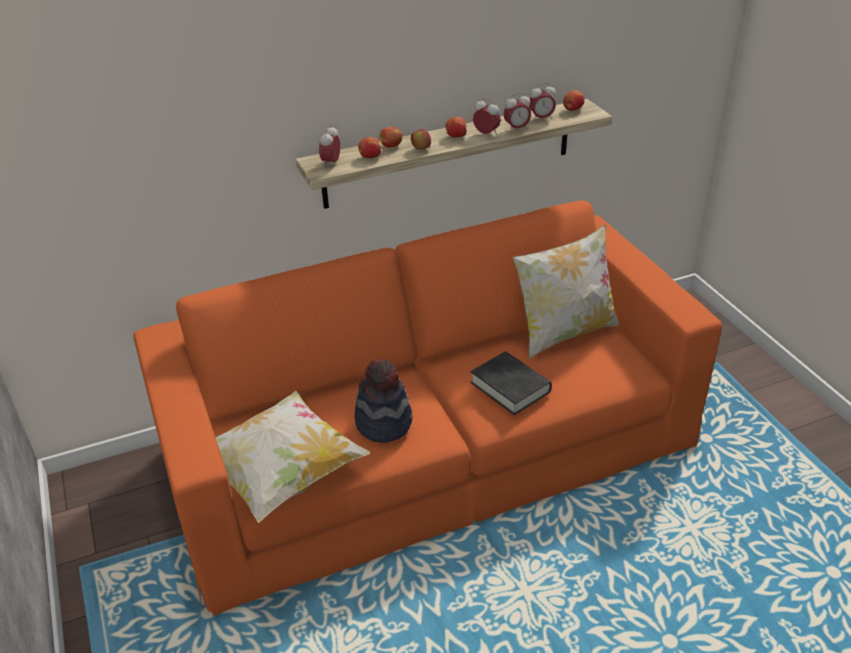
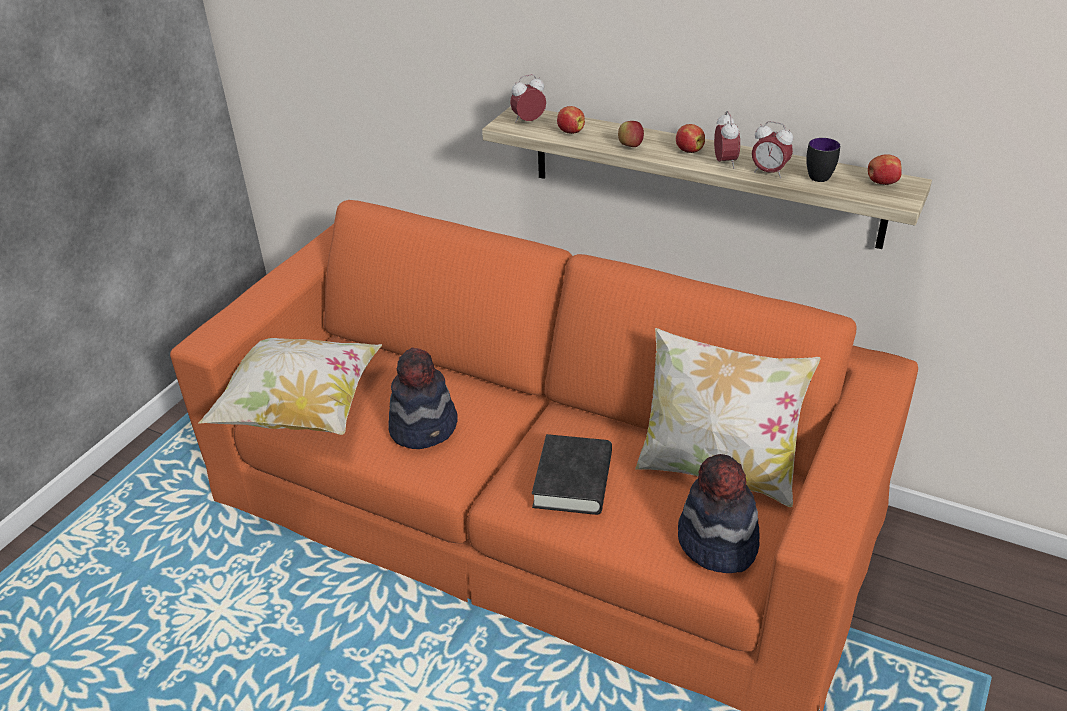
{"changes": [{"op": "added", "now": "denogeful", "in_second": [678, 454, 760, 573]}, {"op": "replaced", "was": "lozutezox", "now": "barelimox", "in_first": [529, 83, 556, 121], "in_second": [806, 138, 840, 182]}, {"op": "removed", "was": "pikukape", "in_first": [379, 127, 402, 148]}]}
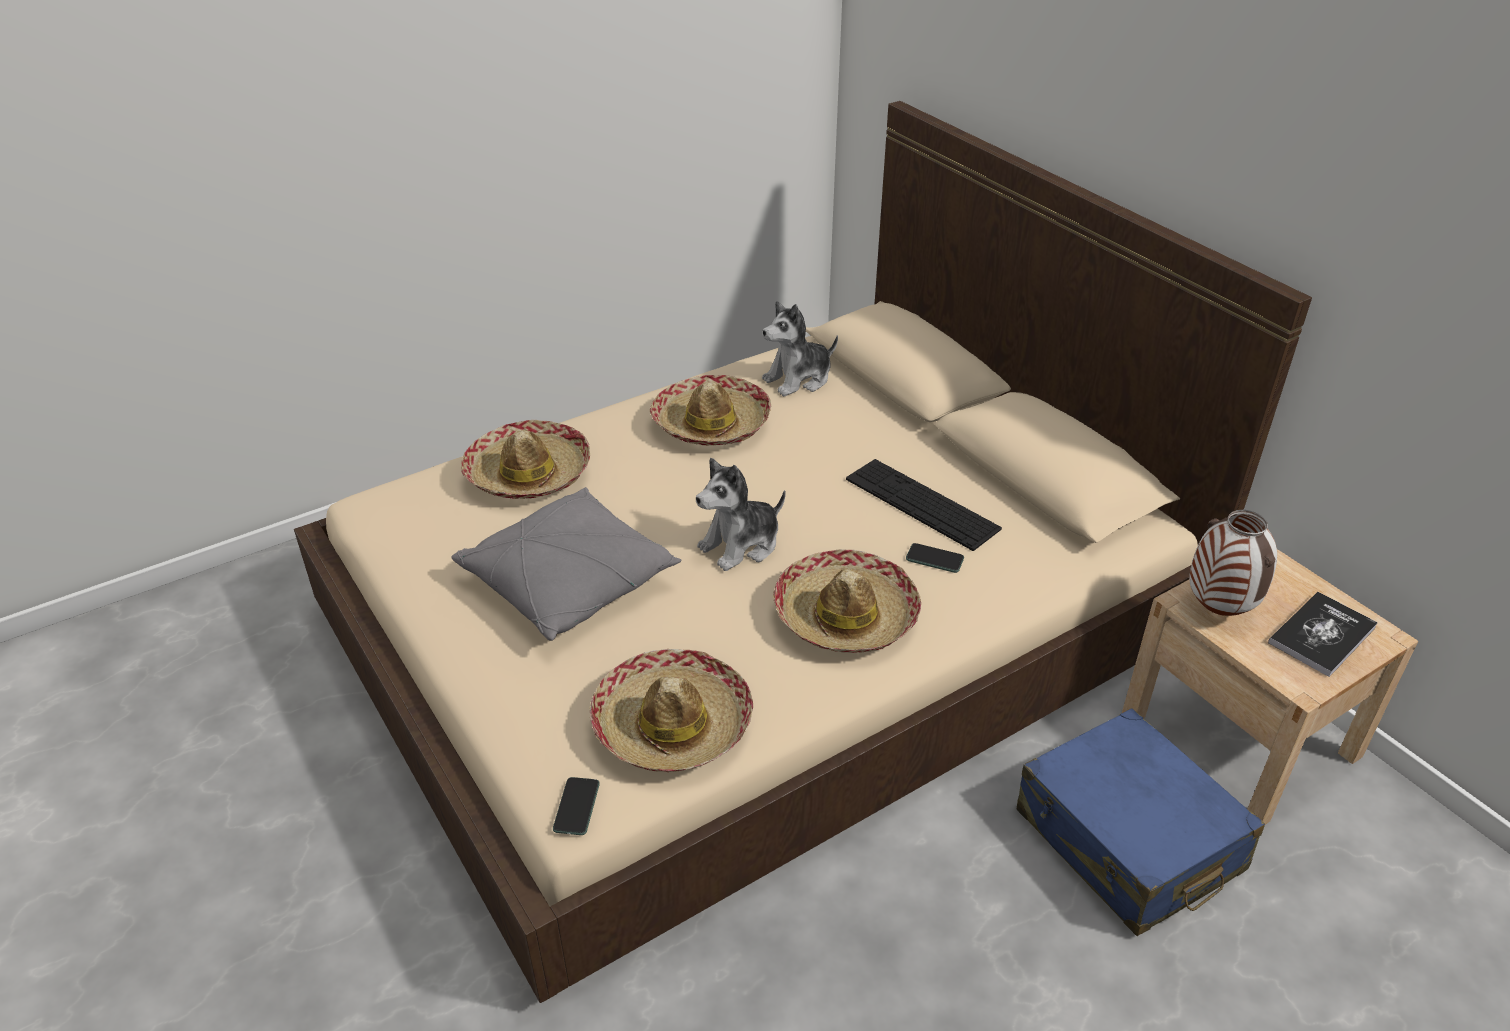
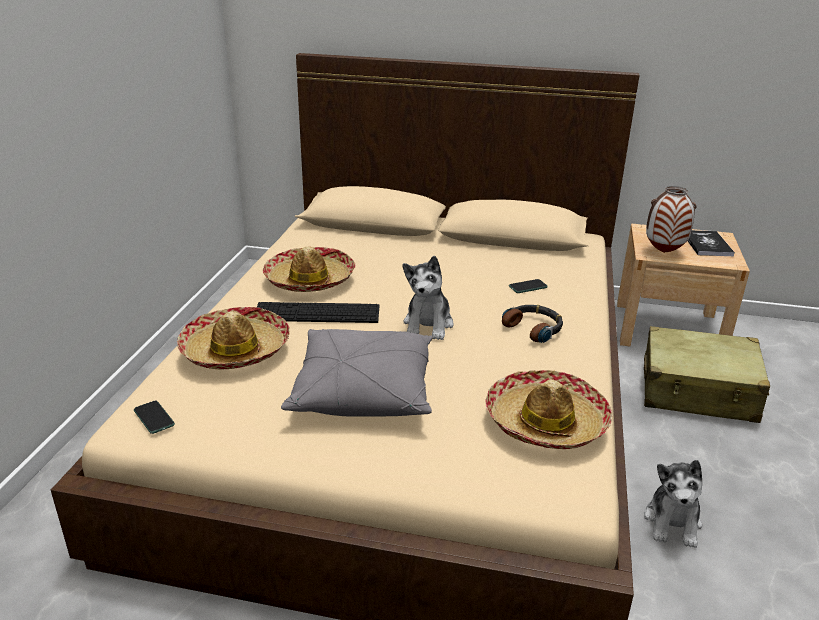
{"changes": [{"op": "moved", "was": "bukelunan", "in_first": [553, 777, 600, 835], "in_second": [134, 401, 175, 434]}, {"op": "moved", "was": "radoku", "in_first": [846, 459, 1002, 551], "in_second": [257, 302, 380, 323]}, {"op": "replaced", "was": "denogeful", "now": "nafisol", "in_first": [773, 549, 921, 653], "in_second": [502, 305, 563, 343]}, {"op": "recoloured", "was": "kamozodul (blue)", "now": "kamozodul (beige)", "in_first": [1017, 708, 1265, 936], "in_second": [644, 326, 770, 423]}, {"op": "moved", "was": "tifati", "in_first": [762, 301, 838, 396], "in_second": [644, 460, 702, 548]}]}
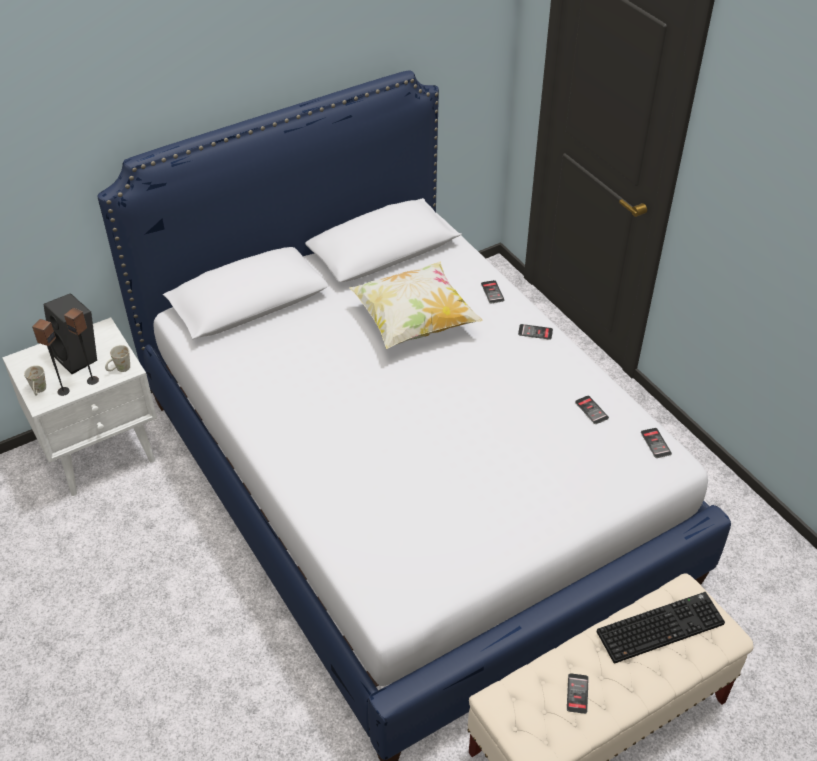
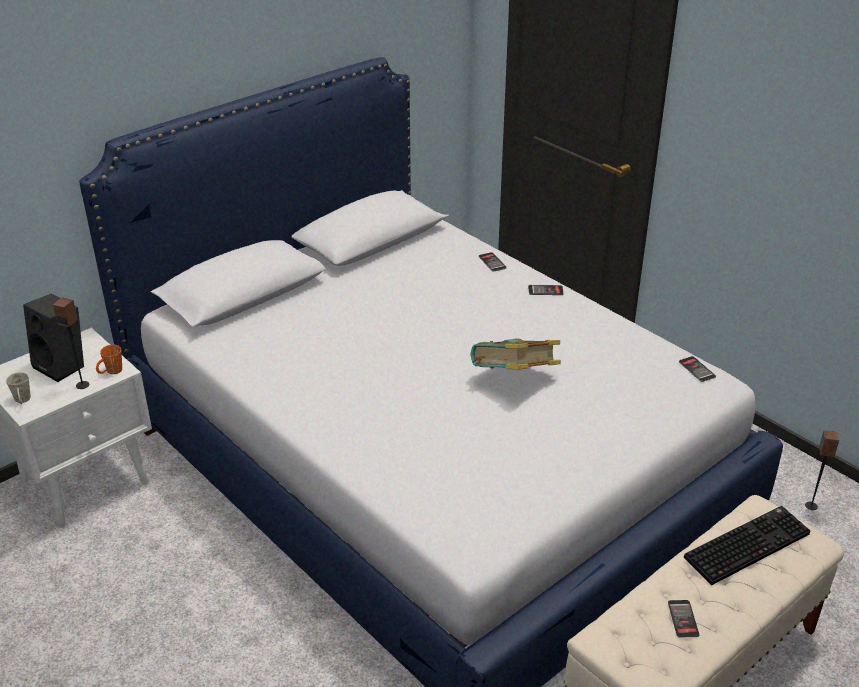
{"changes": [{"op": "recoloured", "was": "barelimox (white)", "now": "barelimox (orange)", "in_first": [105, 345, 130, 372], "in_second": [96, 345, 122, 374]}, {"op": "added", "now": "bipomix", "in_second": [471, 339, 561, 370]}, {"op": "moved", "was": "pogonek", "in_first": [32, 319, 70, 396], "in_second": [805, 430, 839, 510]}, {"op": "removed", "was": "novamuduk", "in_first": [349, 261, 483, 349]}, {"op": "removed", "was": "bukelunan", "in_first": [575, 396, 609, 424]}]}
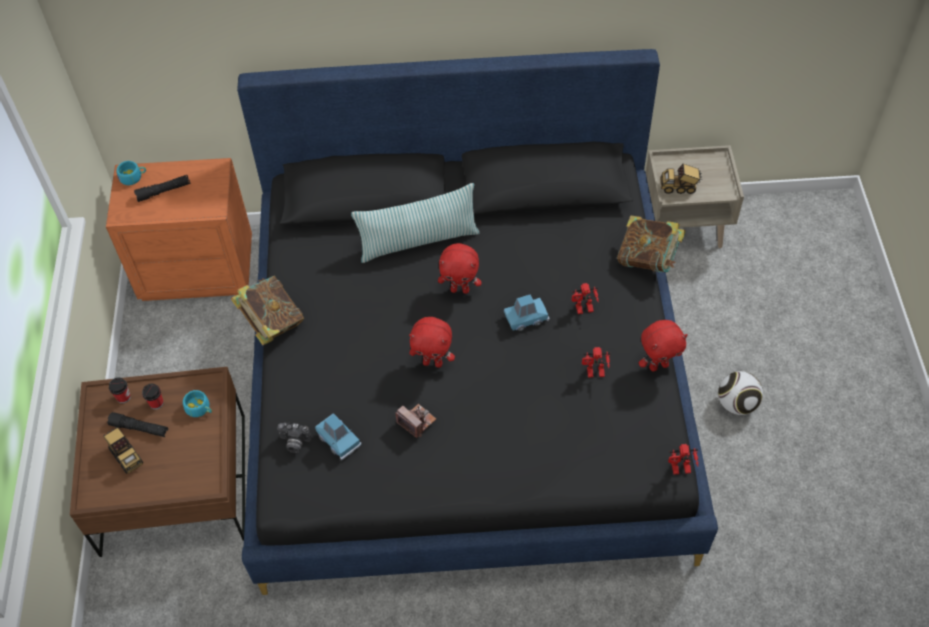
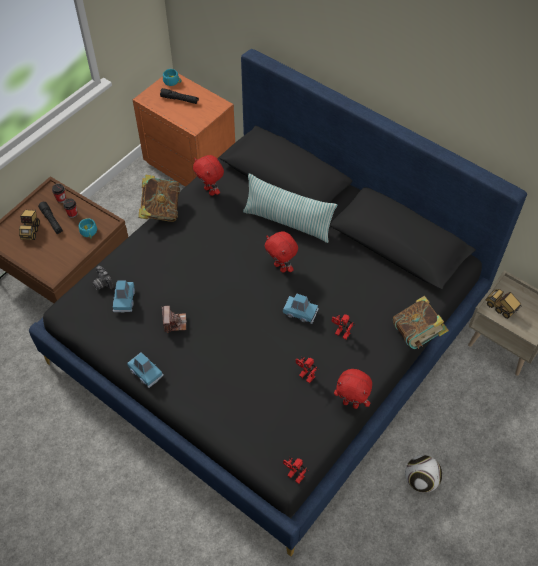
{"changes": [{"op": "added", "now": "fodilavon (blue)", "in_second": [127, 352, 163, 388]}, {"op": "moved", "was": "tifati (red)", "in_first": [409, 317, 455, 368], "in_second": [193, 155, 224, 196]}]}
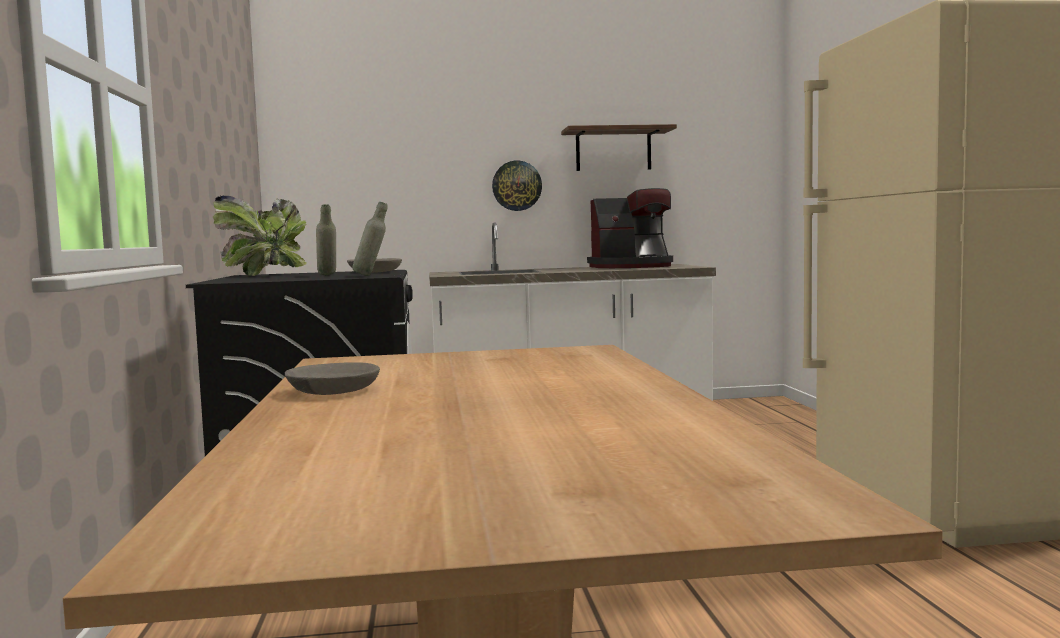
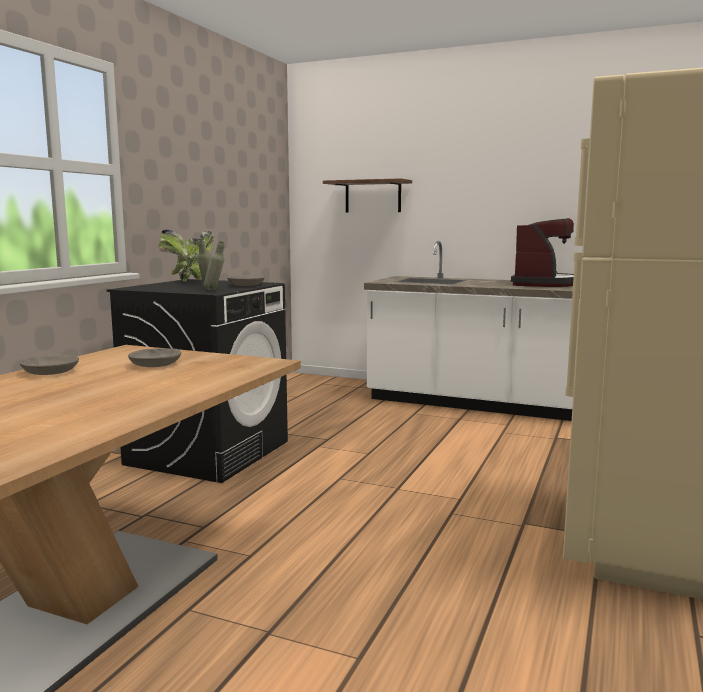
{"changes": [{"op": "added", "now": "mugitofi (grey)", "in_second": [128, 348, 181, 367]}, {"op": "moved", "was": "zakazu", "in_first": [561, 124, 677, 171], "in_second": [323, 178, 412, 212]}, {"op": "turned", "was": "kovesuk", "in_first": [587, 188, 673, 268], "in_second": [511, 218, 574, 287], "clockwise": -90}, {"op": "removed", "was": "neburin", "in_first": [492, 160, 542, 211]}]}
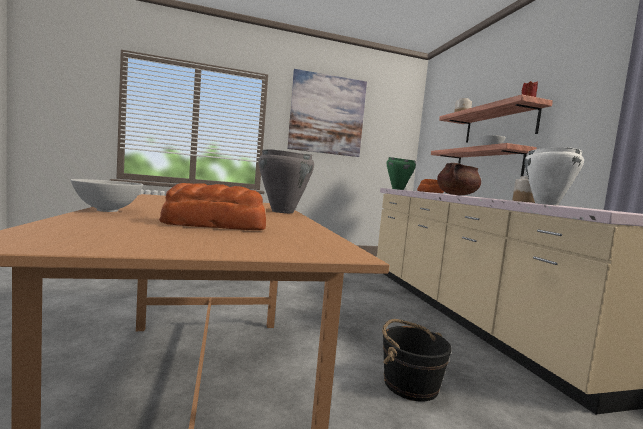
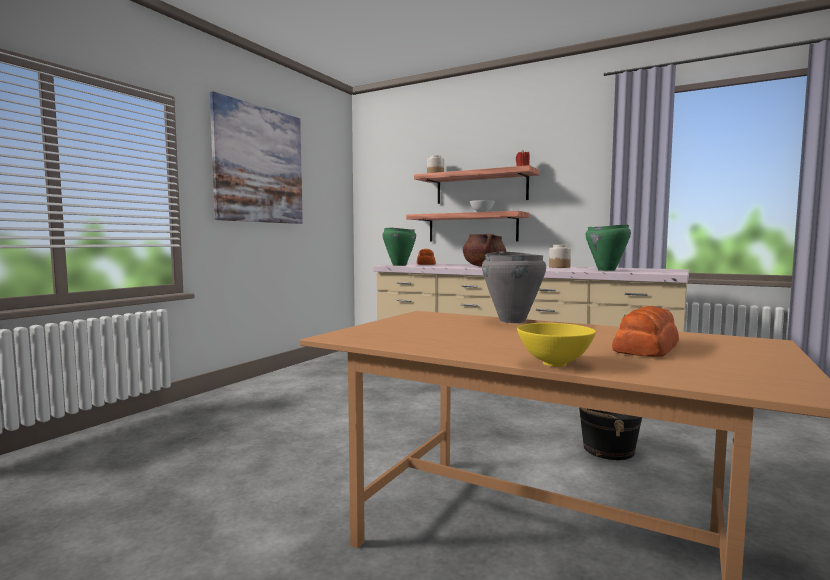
{"changes": [{"op": "recoloured", "was": "mugitofi (white)", "now": "mugitofi (yellow)", "in_first": [71, 179, 143, 212], "in_second": [517, 323, 596, 367]}, {"op": "recoloured", "was": "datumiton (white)", "now": "datumiton (green)", "in_first": [524, 147, 584, 206], "in_second": [586, 224, 631, 271]}]}
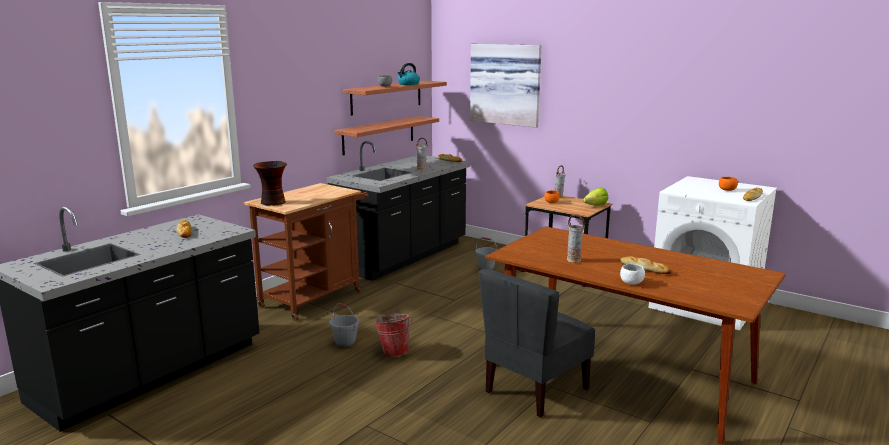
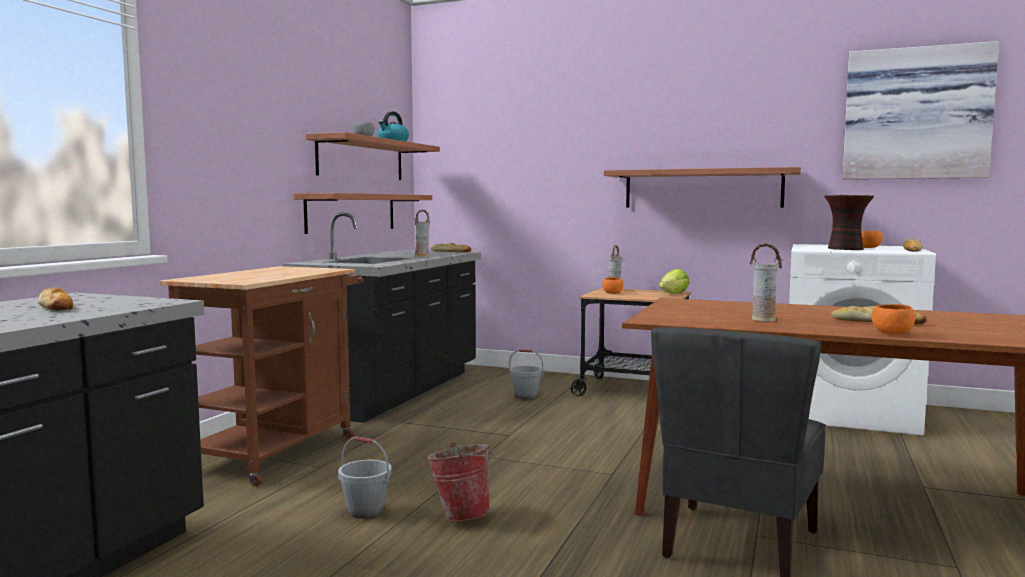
{"changes": [{"op": "added", "now": "zakazu", "in_second": [604, 167, 801, 208]}, {"op": "moved", "was": "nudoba", "in_first": [253, 161, 287, 206], "in_second": [824, 195, 874, 250]}, {"op": "moved", "was": "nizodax", "in_first": [470, 44, 541, 127], "in_second": [842, 41, 999, 179]}, {"op": "recoloured", "was": "mugitofi (white)", "now": "mugitofi (orange)", "in_first": [620, 264, 645, 285], "in_second": [872, 304, 915, 335]}]}
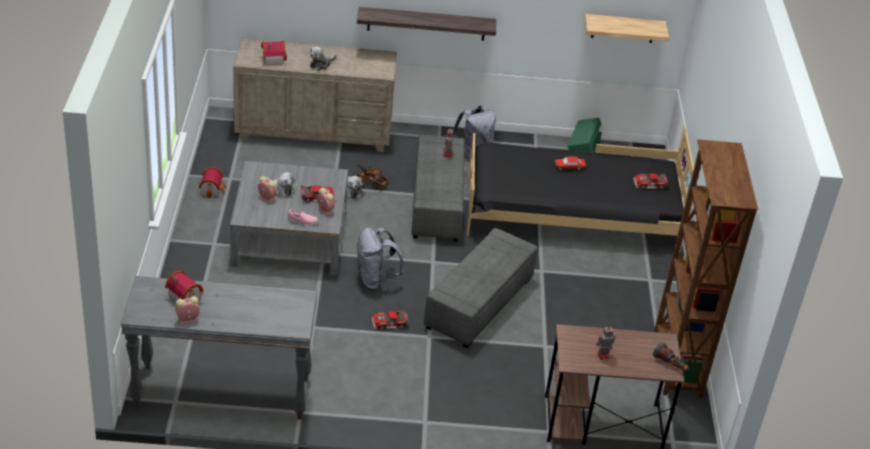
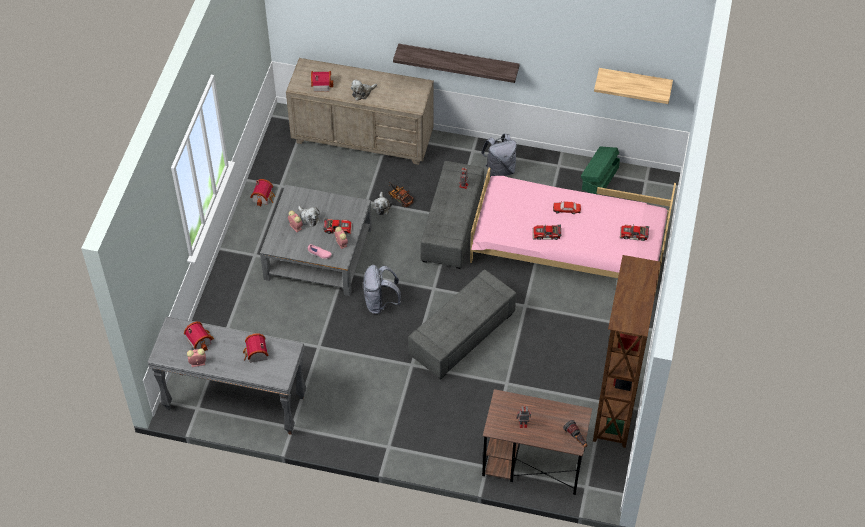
{"changes": [{"op": "added", "now": "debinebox", "in_second": [243, 334, 268, 363]}, {"op": "recoloured", "was": "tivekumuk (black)", "now": "tivekumuk (pink)", "in_first": [467, 126, 698, 253], "in_second": [470, 168, 676, 294]}, {"op": "moved", "was": "fodilavon", "in_first": [372, 310, 409, 330], "in_second": [533, 225, 561, 240]}]}
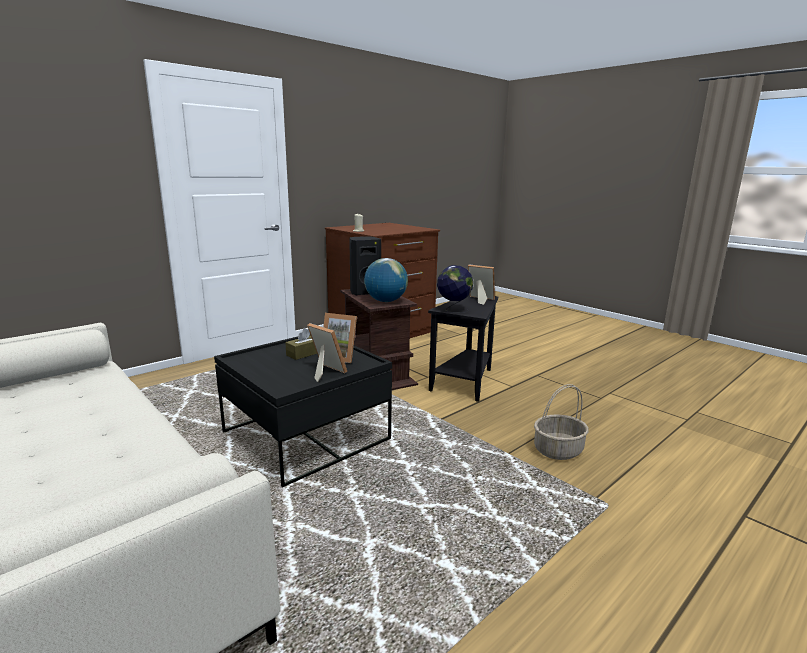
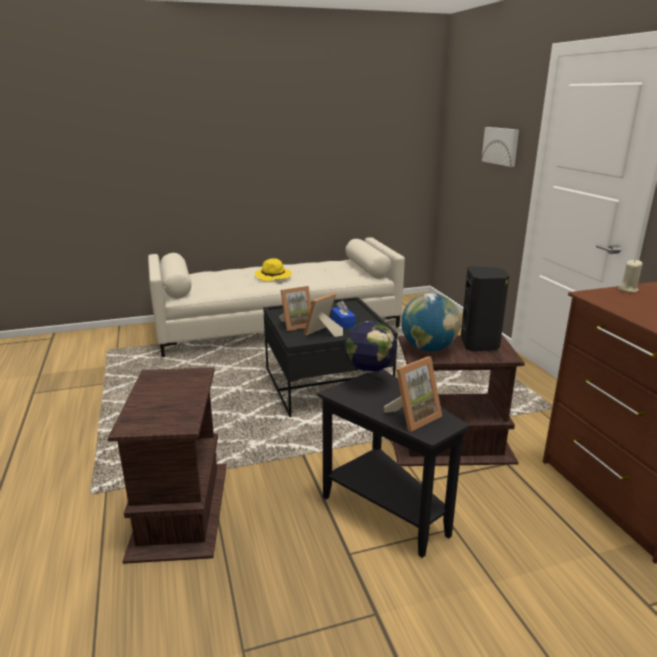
{"changes": [{"op": "replaced", "was": "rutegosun", "now": "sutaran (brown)", "in_first": [534, 384, 588, 460], "in_second": [108, 367, 227, 564]}, {"op": "added", "now": "denogeful (yellow)", "in_second": [255, 258, 292, 281]}, {"op": "recoloured", "was": "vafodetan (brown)", "now": "vafodetan (blue)", "in_first": [285, 328, 317, 360], "in_second": [331, 301, 356, 329]}, {"op": "added", "now": "nizodax", "in_second": [481, 127, 519, 167]}]}
